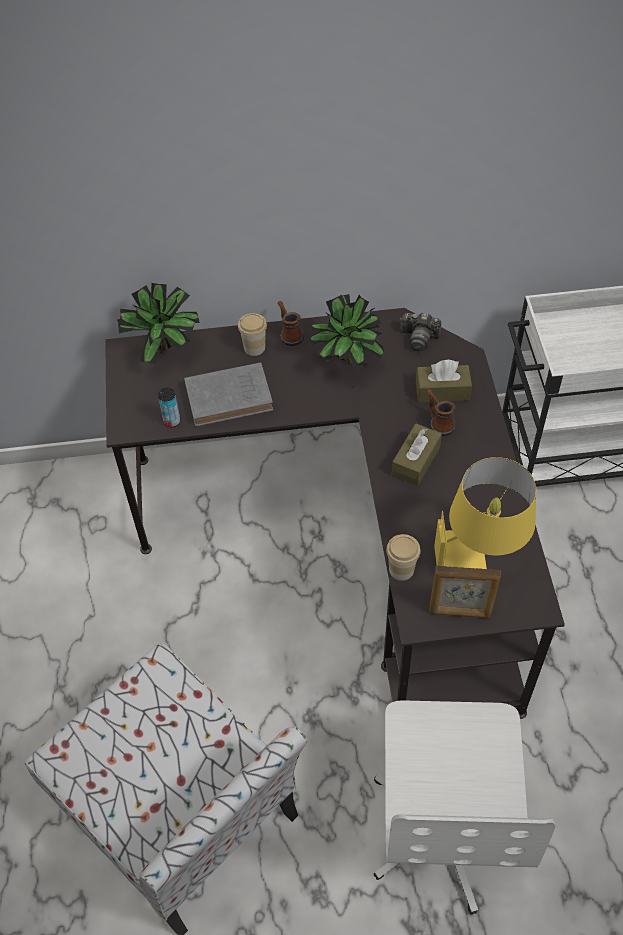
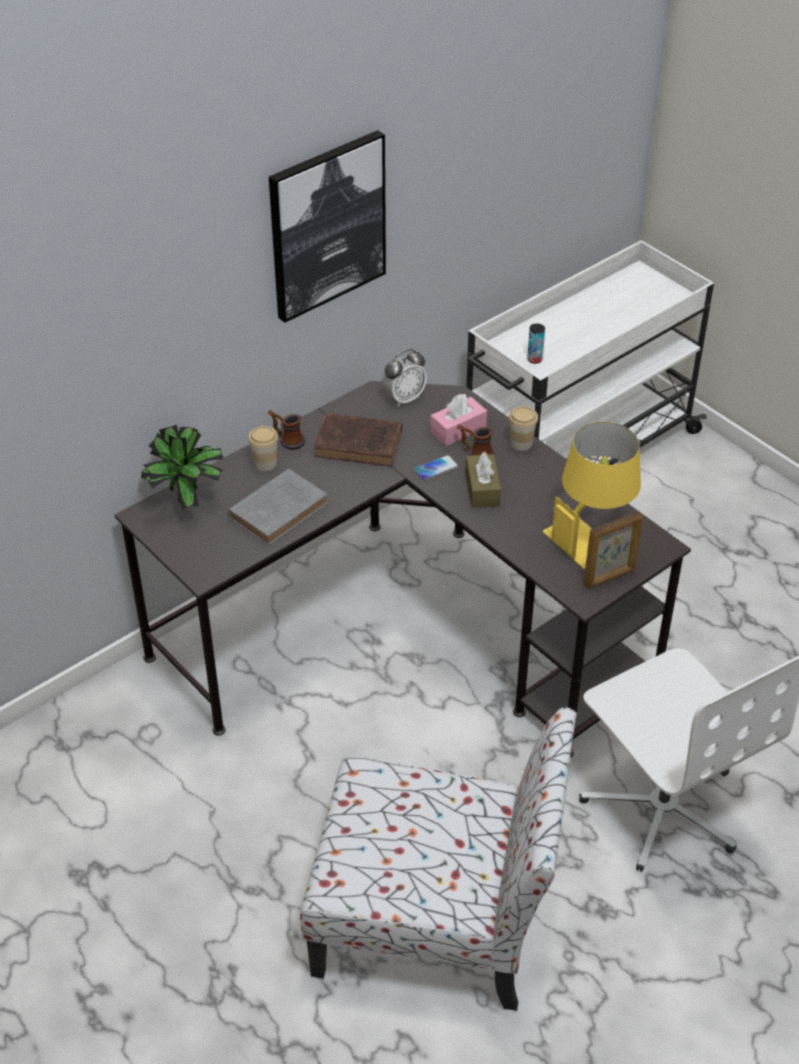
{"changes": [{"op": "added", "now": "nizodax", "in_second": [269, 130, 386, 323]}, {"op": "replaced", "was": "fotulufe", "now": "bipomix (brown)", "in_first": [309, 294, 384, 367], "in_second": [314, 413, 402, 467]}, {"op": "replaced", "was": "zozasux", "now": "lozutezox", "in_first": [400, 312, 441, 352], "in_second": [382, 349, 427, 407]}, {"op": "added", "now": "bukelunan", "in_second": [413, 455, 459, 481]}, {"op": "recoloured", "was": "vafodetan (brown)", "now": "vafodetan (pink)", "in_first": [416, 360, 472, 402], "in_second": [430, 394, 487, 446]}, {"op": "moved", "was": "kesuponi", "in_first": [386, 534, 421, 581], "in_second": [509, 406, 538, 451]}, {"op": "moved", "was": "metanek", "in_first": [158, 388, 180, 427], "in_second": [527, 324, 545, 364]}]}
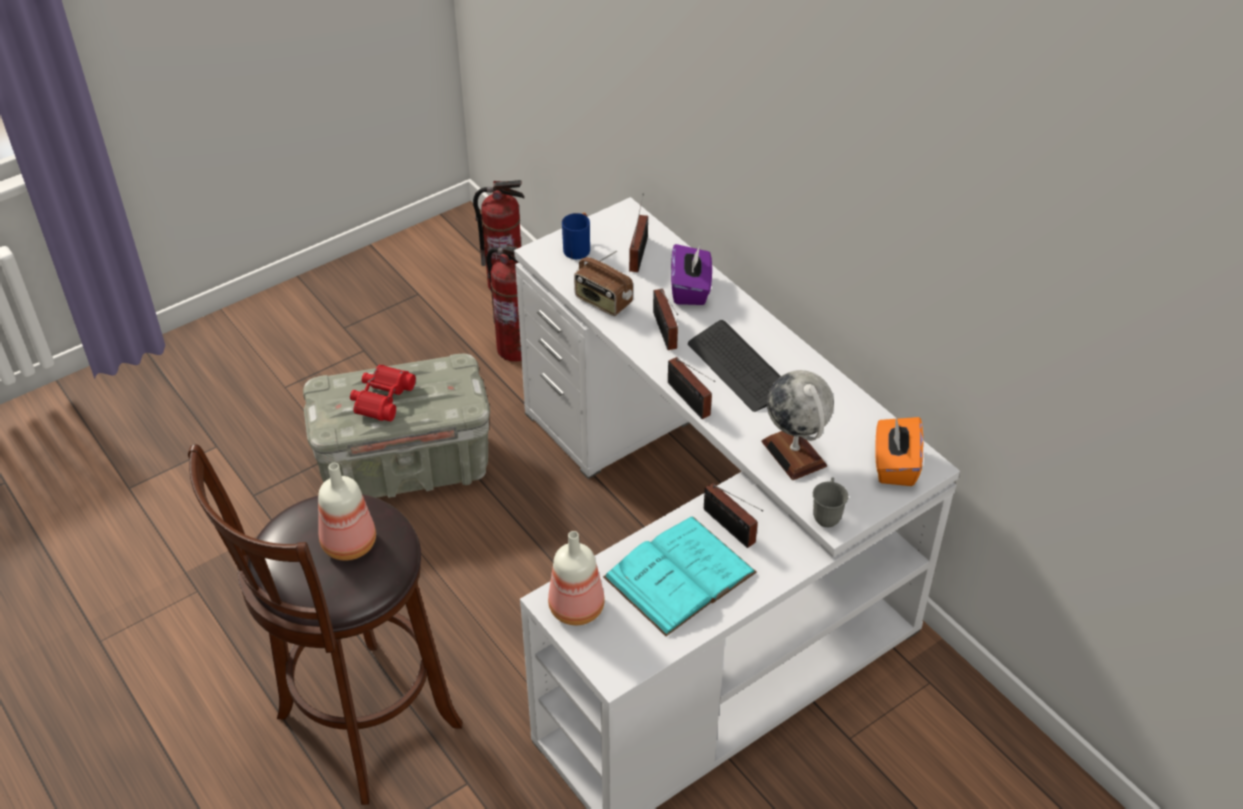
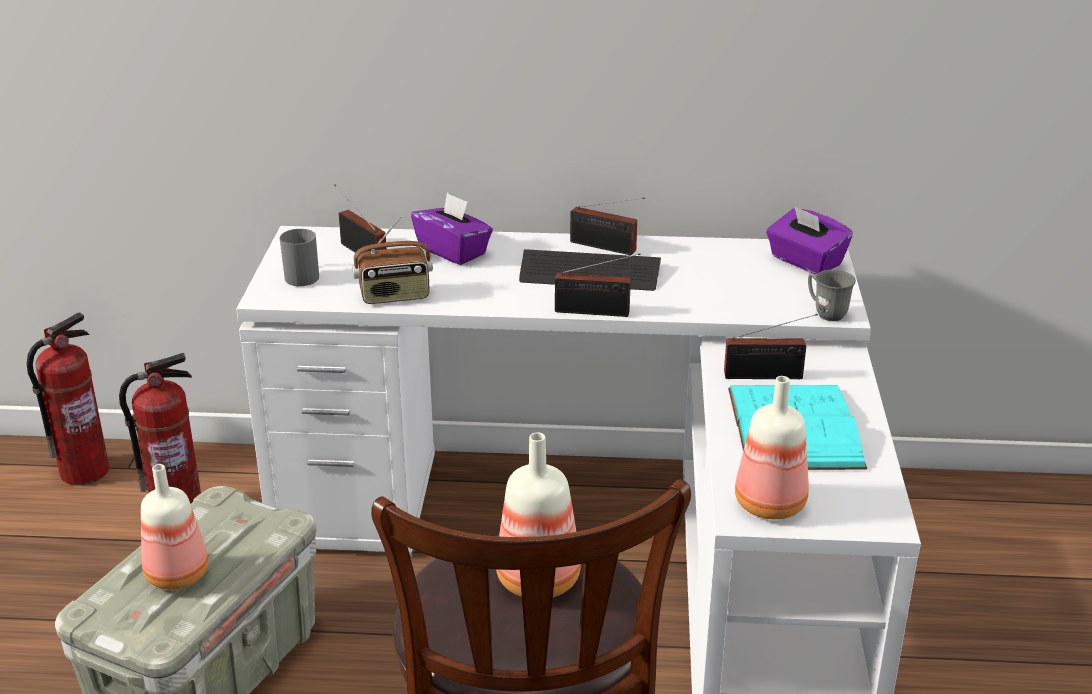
{"changes": [{"op": "replaced", "was": "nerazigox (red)", "now": "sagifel", "in_first": [350, 365, 416, 421], "in_second": [141, 464, 209, 590]}, {"op": "recoloured", "was": "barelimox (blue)", "now": "barelimox (grey)", "in_first": [562, 213, 590, 259], "in_second": [280, 229, 319, 286]}, {"op": "moved", "was": "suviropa", "in_first": [653, 289, 678, 350], "in_second": [570, 197, 645, 255]}, {"op": "recoloured", "was": "vafodetan (orange)", "now": "vafodetan (purple)", "in_first": [875, 417, 923, 486], "in_second": [766, 206, 853, 275]}, {"op": "removed", "was": "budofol", "in_first": [761, 370, 834, 480]}]}
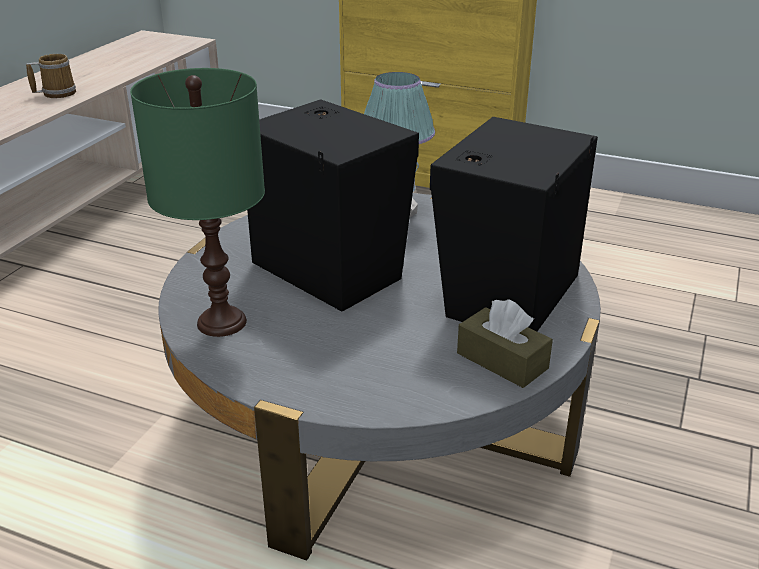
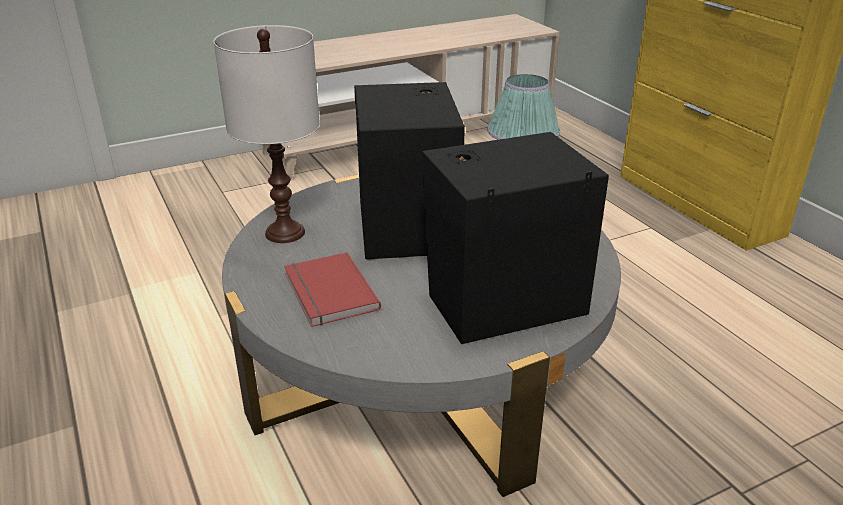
{"changes": [{"op": "recoloured", "was": "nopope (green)", "now": "nopope (white)", "in_first": [130, 68, 265, 337], "in_second": [213, 25, 320, 243]}, {"op": "added", "now": "bipomix (red)", "in_second": [284, 252, 381, 327]}, {"op": "removed", "was": "barelimox", "in_first": [26, 54, 76, 98]}, {"op": "removed", "was": "vafodetan (brown)", "in_first": [457, 299, 553, 388]}]}
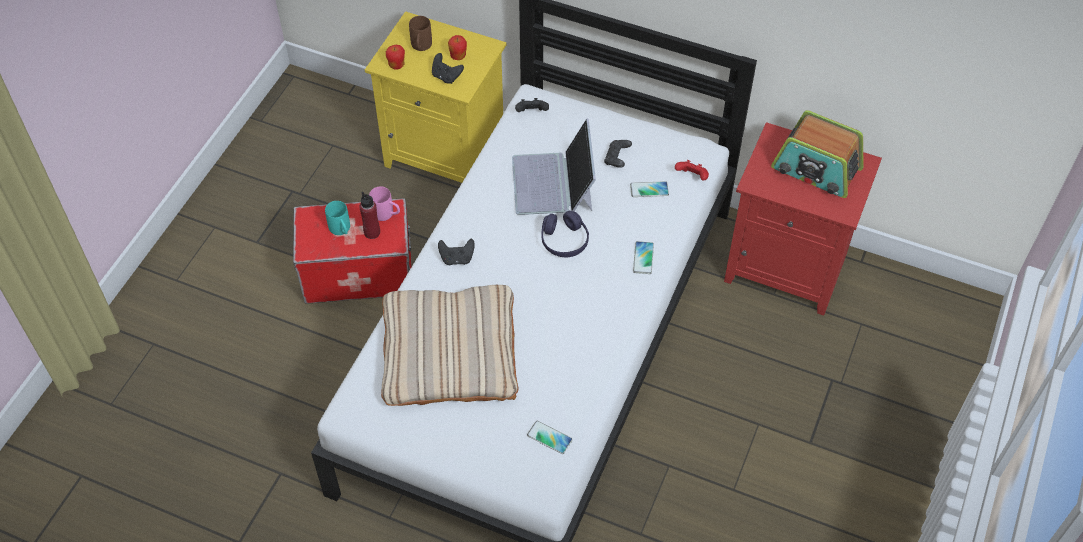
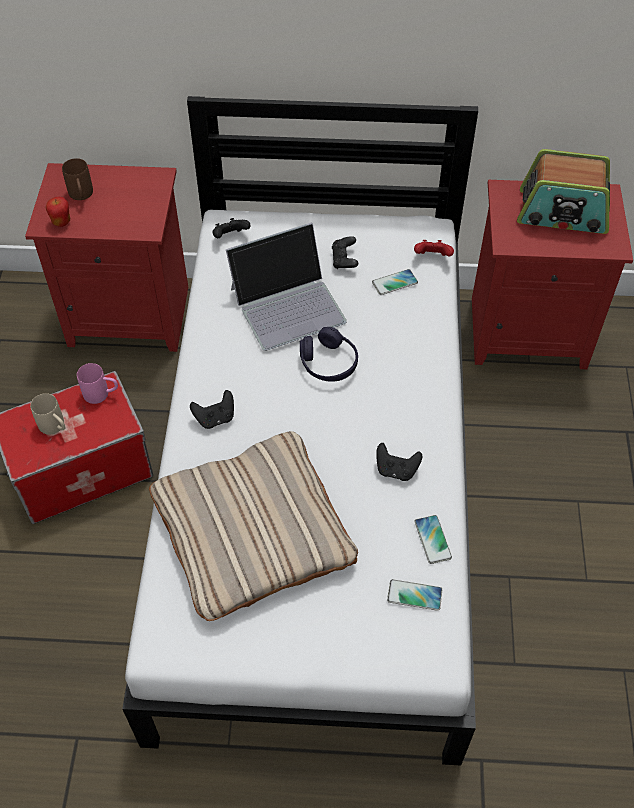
{"changes": [{"op": "recoloured", "was": "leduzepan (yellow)", "now": "leduzepan (red)", "in_first": [365, 11, 507, 183], "in_second": [25, 163, 188, 352]}, {"op": "recoloured", "was": "barelimox (turquoise)", "now": "barelimox (beige)", "in_first": [325, 201, 350, 235], "in_second": [30, 393, 65, 435]}, {"op": "turned", "was": "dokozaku", "in_first": [512, 118, 596, 215], "in_second": [226, 222, 347, 351], "clockwise": -90}, {"op": "moved", "was": "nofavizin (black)", "in_first": [432, 53, 464, 84], "in_second": [376, 443, 422, 481]}, {"op": "moved", "was": "bukelunan", "in_first": [633, 241, 654, 274], "in_second": [414, 515, 452, 564]}, {"op": "removed", "was": "sagifel (red)", "in_first": [360, 192, 380, 239]}, {"op": "removed", "was": "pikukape", "in_first": [448, 35, 467, 60]}]}
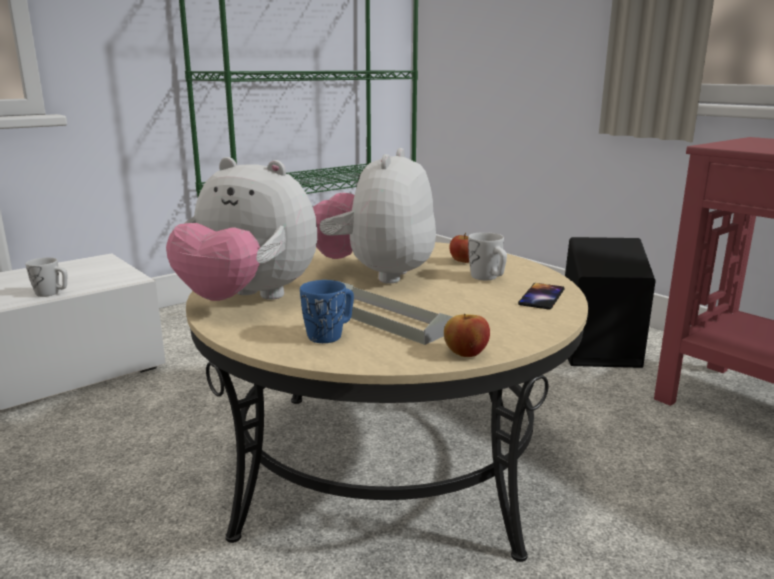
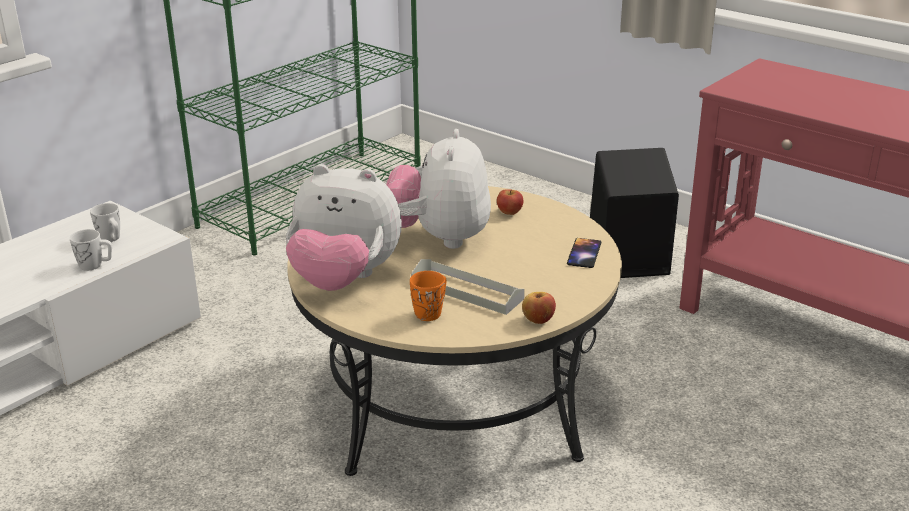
{"changes": [{"op": "moved", "was": "barelimox (white)", "in_first": [468, 232, 507, 280], "in_second": [90, 203, 120, 242]}, {"op": "recoloured", "was": "barelimox (blue)", "now": "barelimox (orange)", "in_first": [300, 280, 354, 343], "in_second": [410, 271, 446, 321]}]}
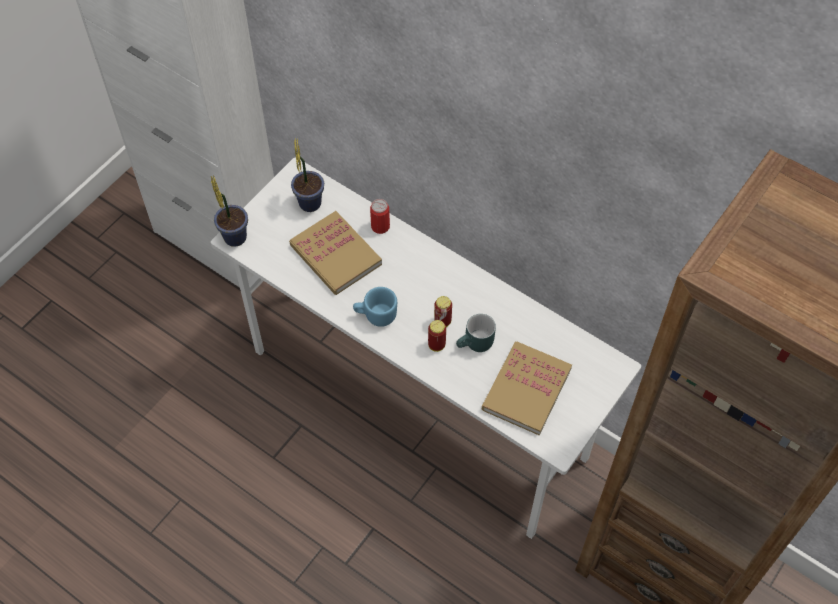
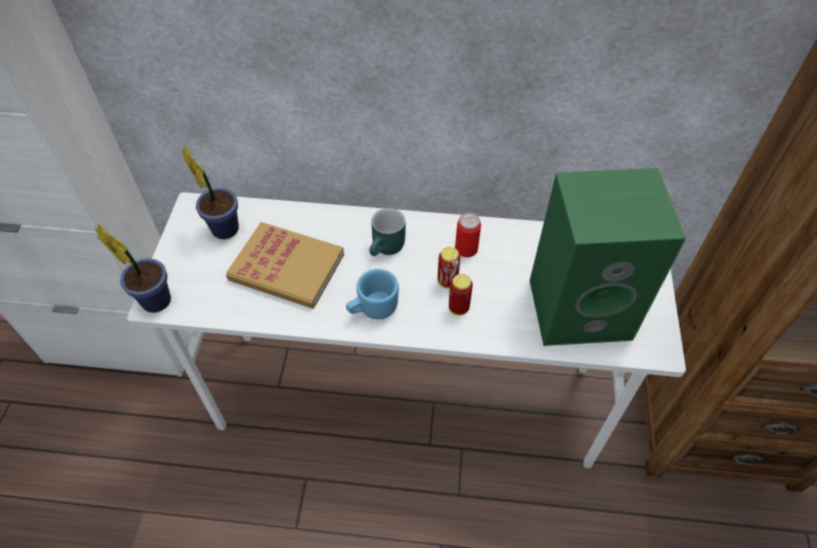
{"changes": [{"op": "moved", "was": "barelimox (turquoise)", "in_first": [456, 314, 496, 352], "in_second": [370, 208, 405, 256]}, {"op": "moved", "was": "metanek", "in_first": [370, 199, 390, 234], "in_second": [455, 213, 481, 257]}, {"op": "replaced", "was": "bipomix", "now": "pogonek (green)", "in_first": [482, 341, 572, 435], "in_second": [530, 168, 686, 346]}]}
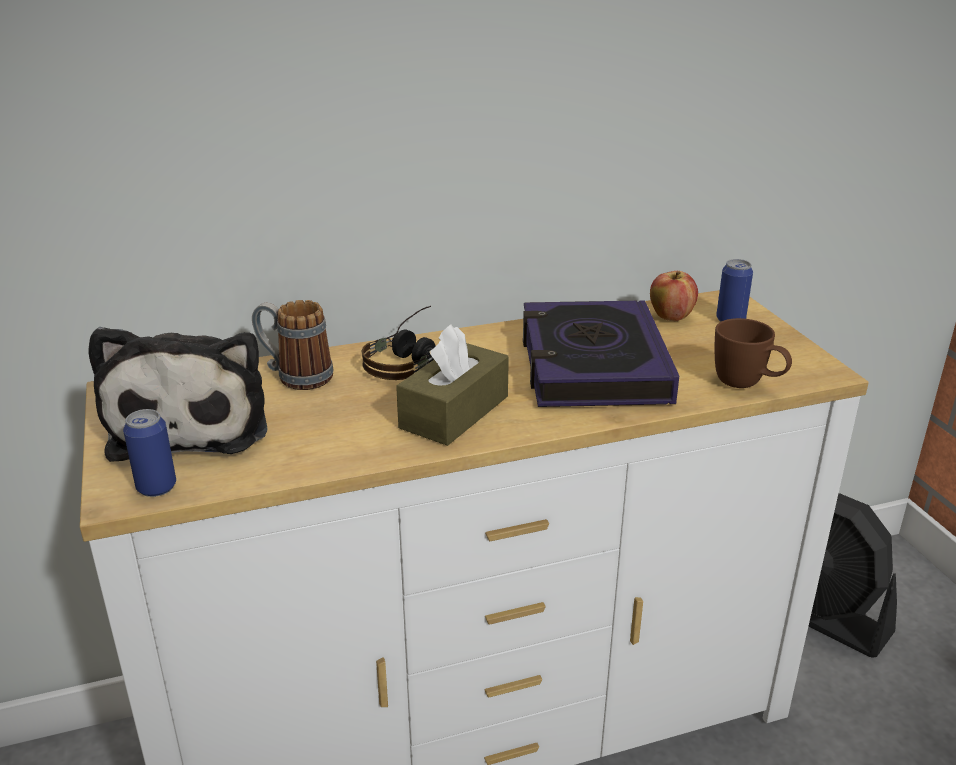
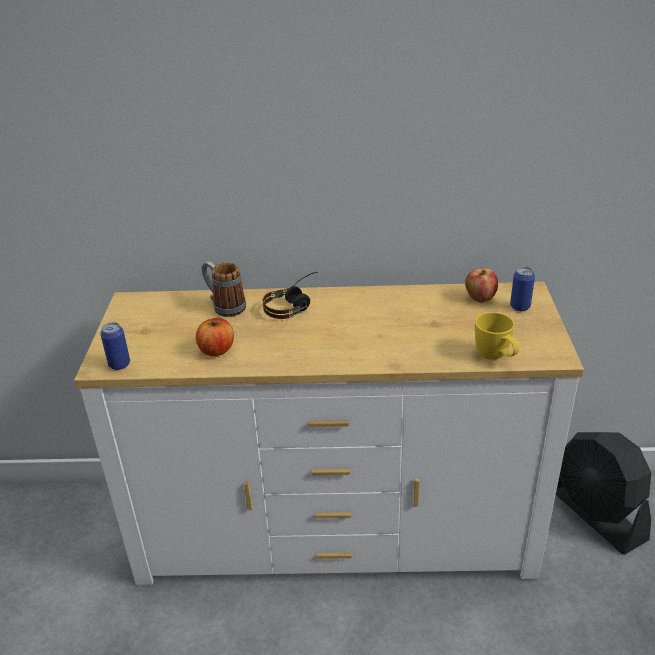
{"changes": [{"op": "added", "now": "pikukape", "in_second": [196, 318, 234, 356]}, {"op": "recoloured", "was": "barelimox (brown)", "now": "barelimox (yellow)", "in_first": [715, 318, 792, 388], "in_second": [475, 312, 519, 360]}, {"op": "removed", "was": "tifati", "in_first": [88, 327, 267, 462]}, {"op": "removed", "was": "vafodetan (brown)", "in_first": [396, 324, 509, 446]}, {"op": "removed", "was": "bipomix", "in_first": [523, 300, 679, 407]}]}
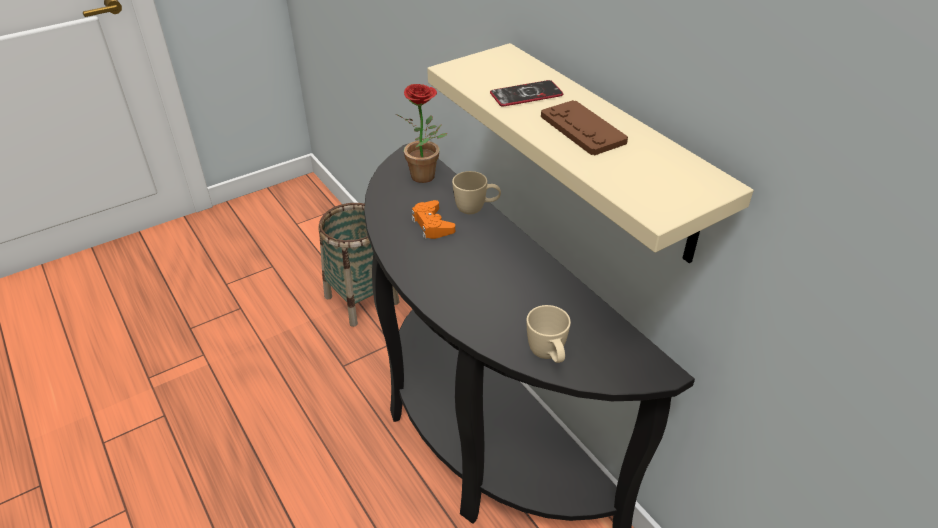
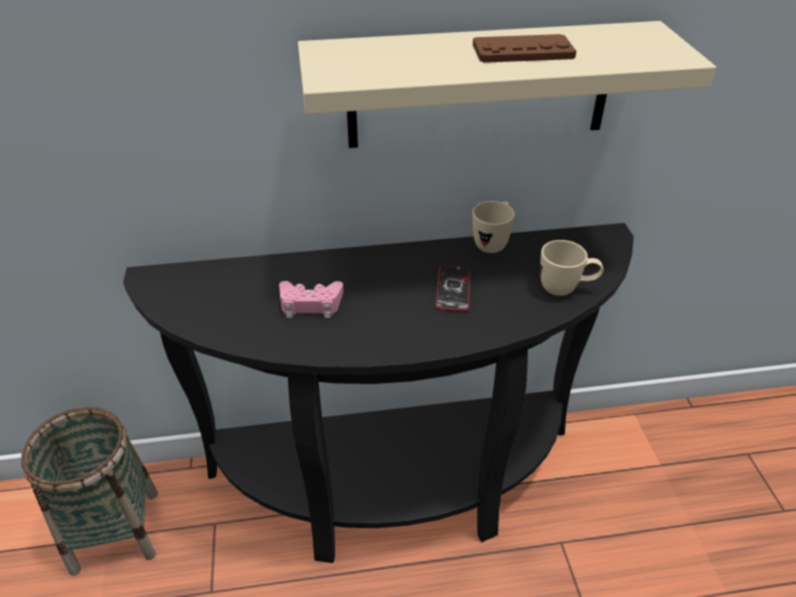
{"changes": [{"op": "recoloured", "was": "nofavizin (orange)", "now": "nofavizin (pink)", "in_first": [412, 200, 455, 239], "in_second": [279, 281, 344, 318]}, {"op": "moved", "was": "bukelunan", "in_first": [490, 80, 563, 107], "in_second": [436, 266, 470, 311]}, {"op": "moved", "was": "barelimox (beige)", "in_first": [452, 171, 501, 214], "in_second": [472, 201, 515, 253]}, {"op": "removed", "was": "fotulufe", "in_first": [396, 84, 447, 183]}]}
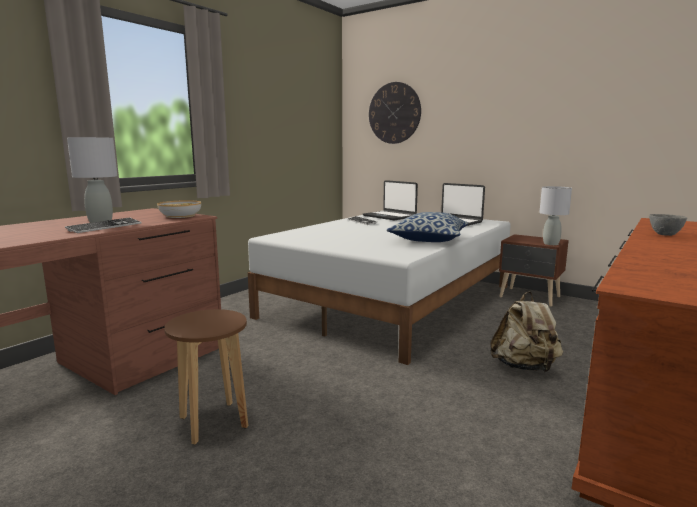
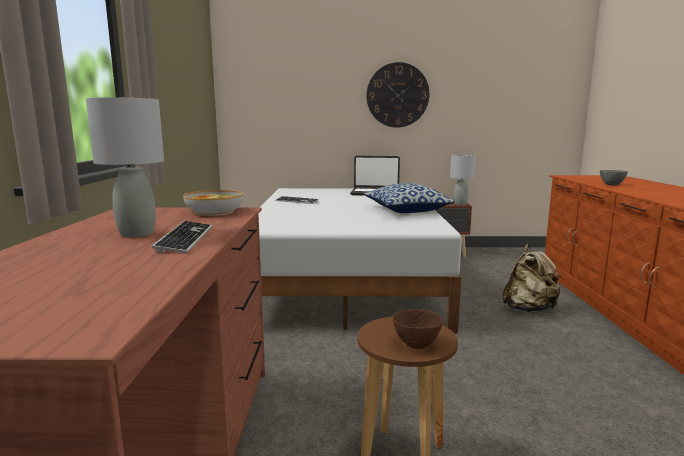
{"changes": [{"op": "moved", "was": "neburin", "in_first": [369, 82, 421, 144], "in_second": [366, 62, 429, 128]}, {"op": "added", "now": "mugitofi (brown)", "in_second": [393, 309, 443, 349]}, {"op": "removed", "was": "dokozaku", "in_first": [363, 180, 418, 220]}]}
